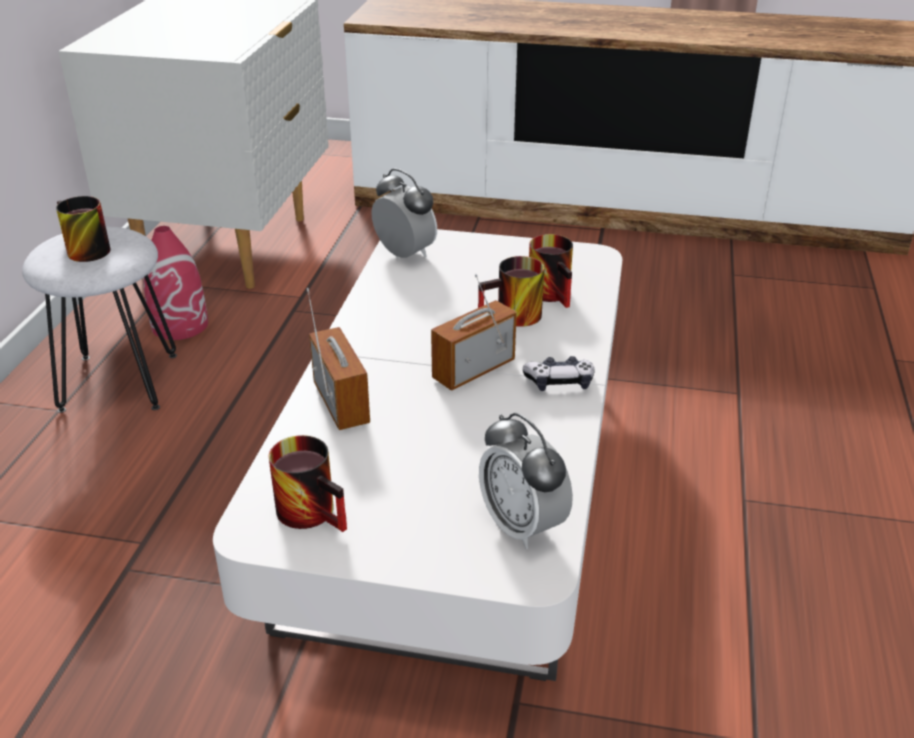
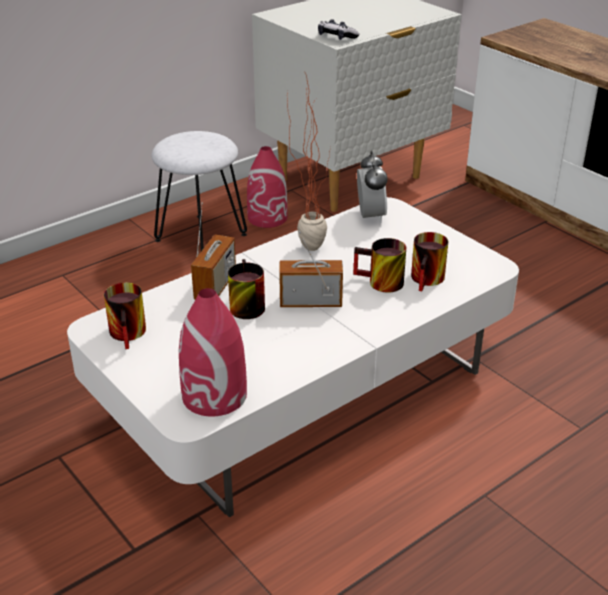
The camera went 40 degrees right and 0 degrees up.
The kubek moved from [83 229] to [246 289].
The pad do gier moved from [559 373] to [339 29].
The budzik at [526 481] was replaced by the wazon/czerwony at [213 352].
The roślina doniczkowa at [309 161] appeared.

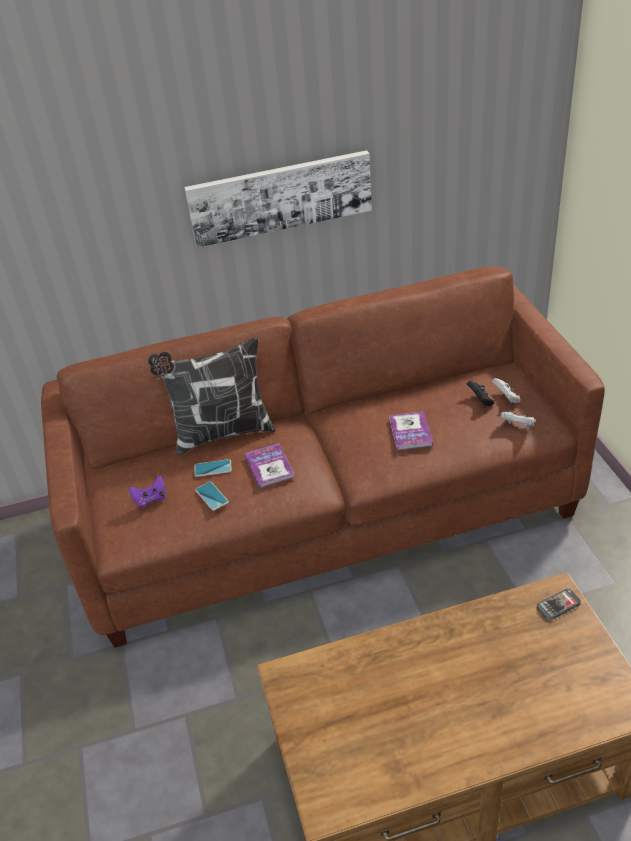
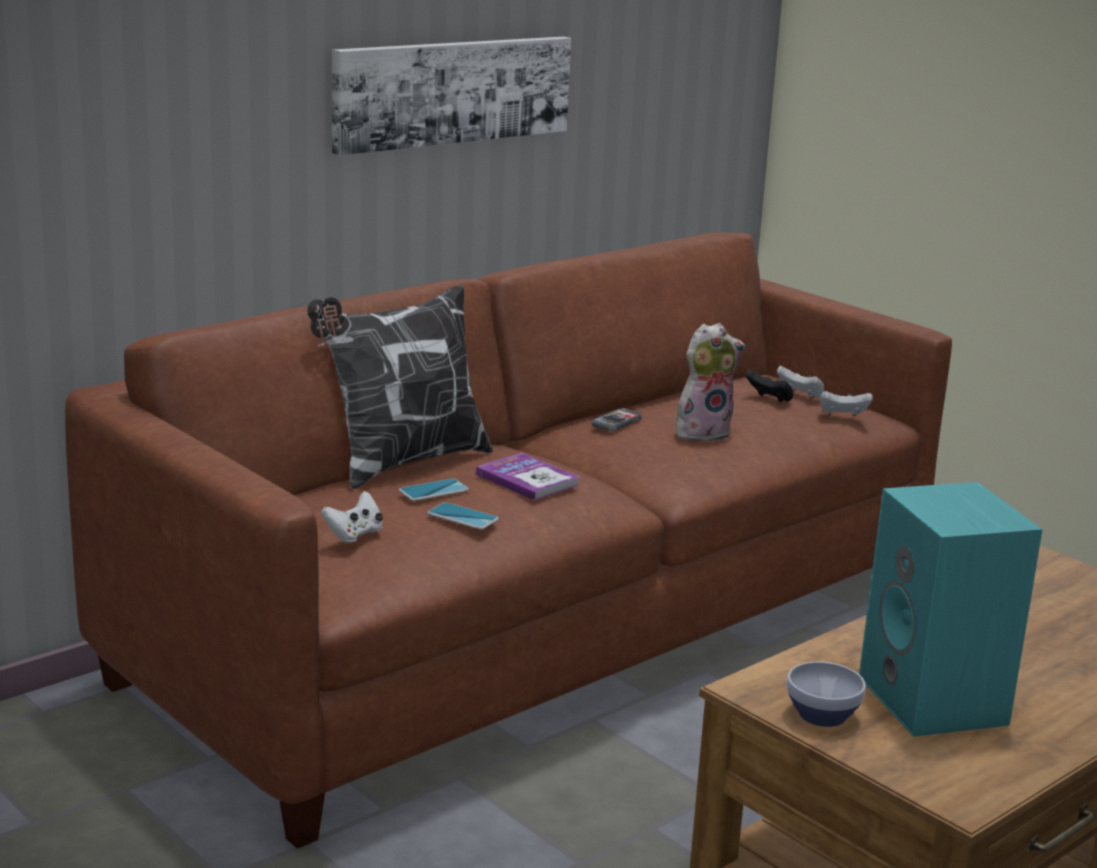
The camera went 30 degrees left and 20 degrees down.
The książka at [411 431] was replaced by the pluszak at [710 382].
The pad do gier/fioletowy at [147 492] became the pad do gier/biały at [352 517].
The telefon moved from [558 605] to [616 419].
The głośnik/turkusowy at [951 609] appeared.
The miska at [826 694] appeared.

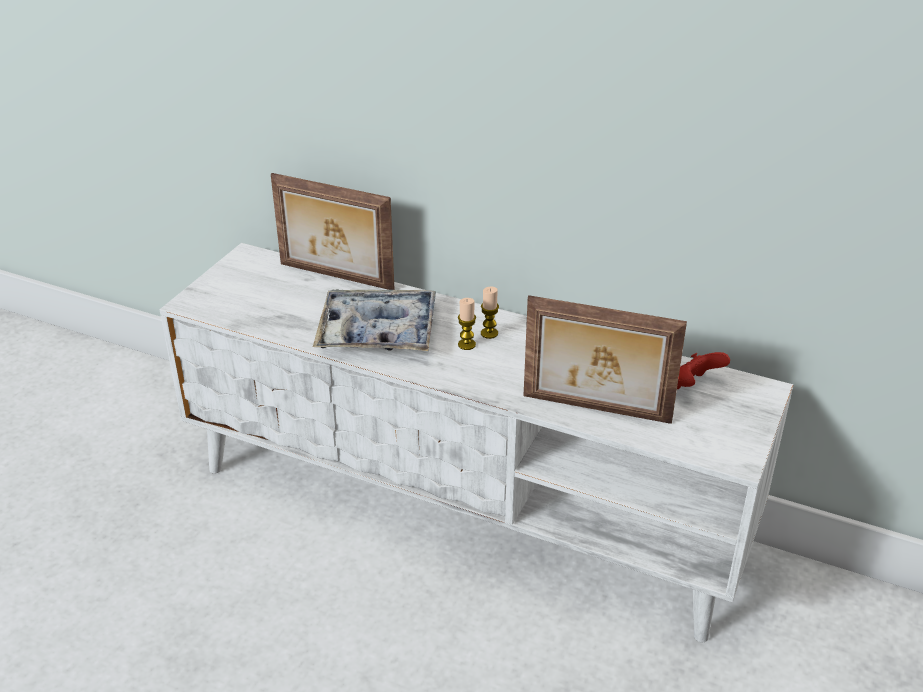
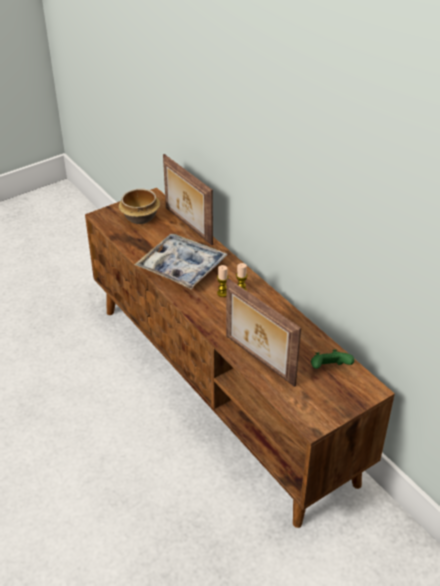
The camera went 30 degrees right and 5 degrees up.
The szafka pod telewizor/biały at [476 442] became the szafka pod telewizor/brązowy at [240 358].
The pad do gier/czerwony at [703 370] became the pad do gier/zielony at [332 359].
The miska at [139 206] appeared.

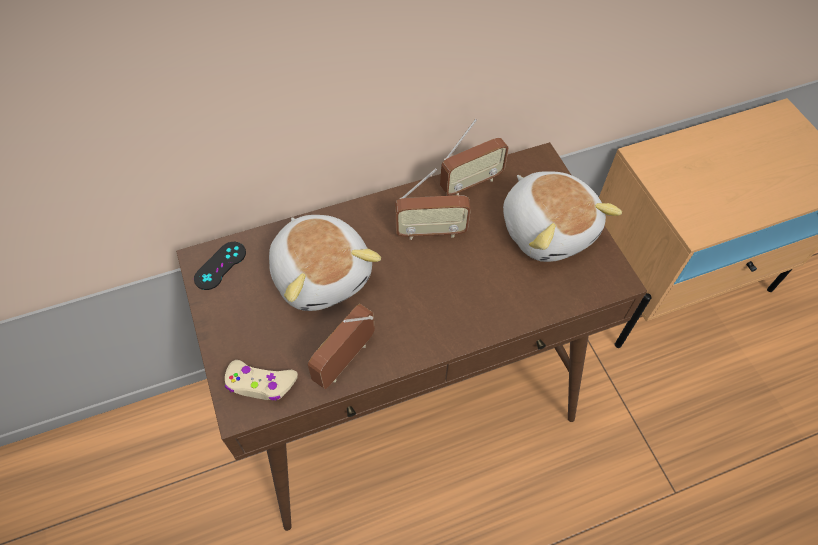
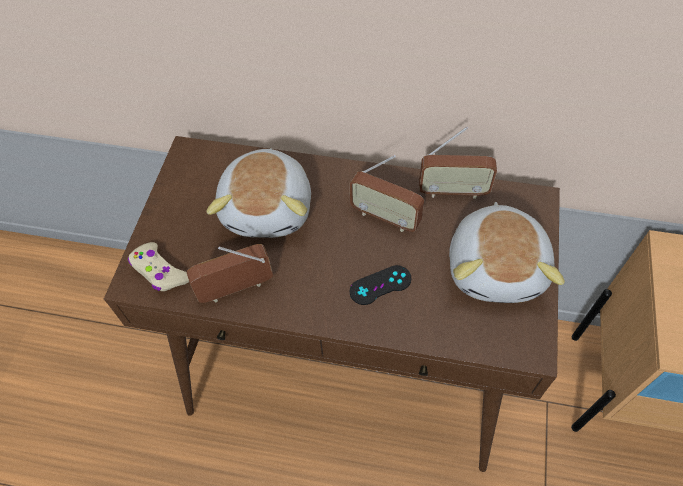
The camera went 35 degrees right and 0 degrees up.
The pad do gier/czarny moved from [220 266] to [381 285].

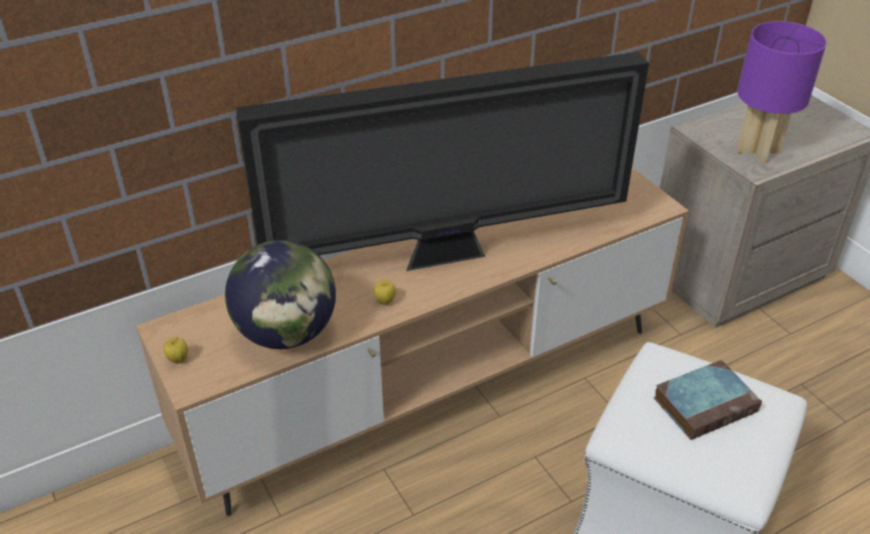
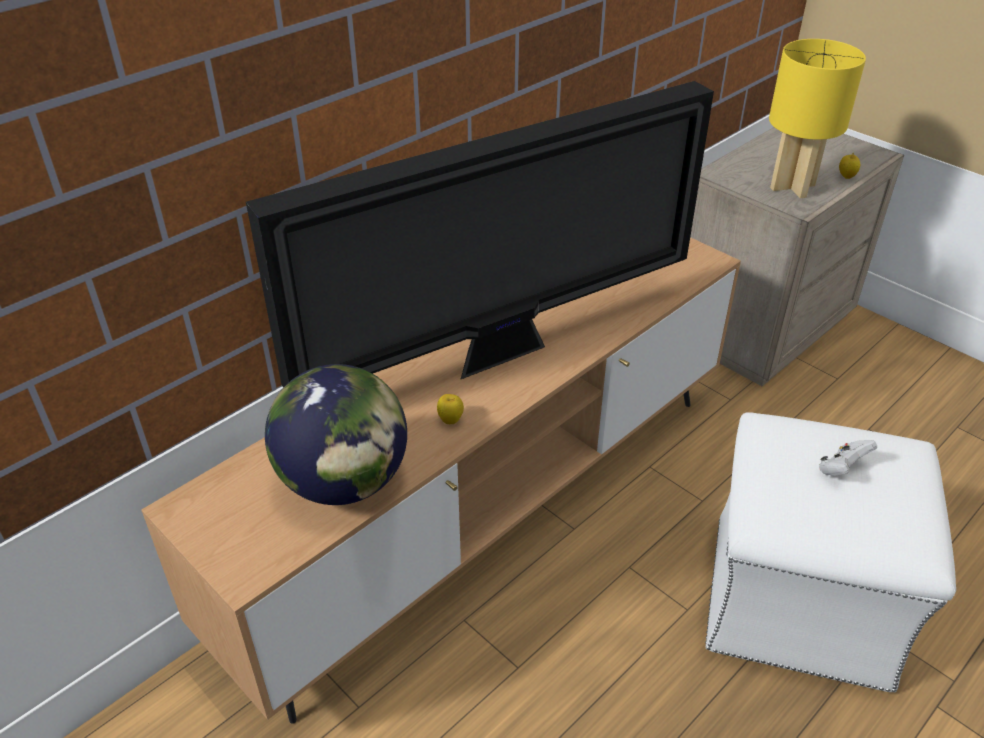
The camera went 15 degrees left and 0 degrees up.
The lampa stołowa/fioletowy at [782 92] became the lampa stołowa/żółty at [817 118].
The jabłko moved from [175 350] to [849 165].
The książka at [707 400] was replaced by the pad do gier/biały at [848 458].

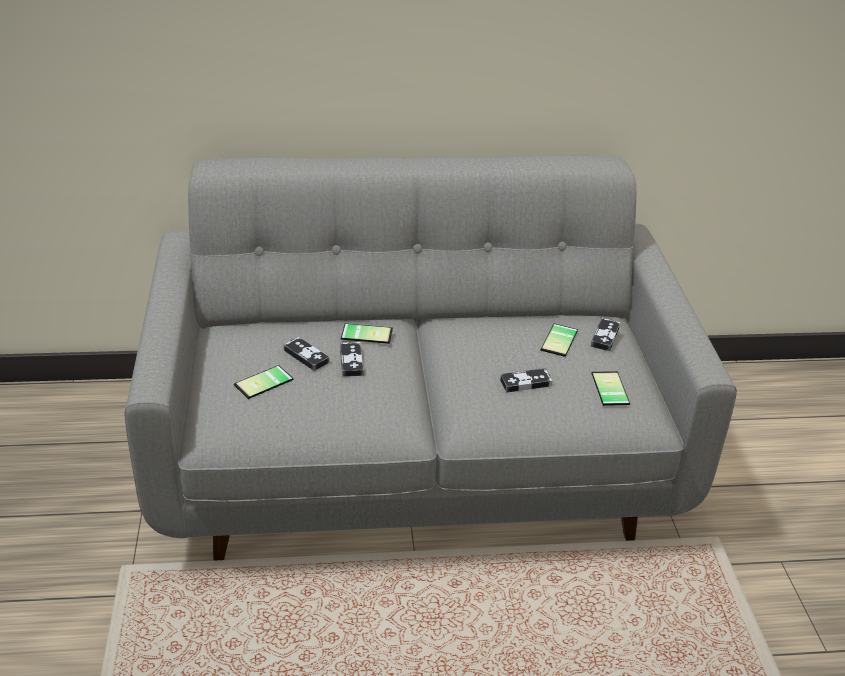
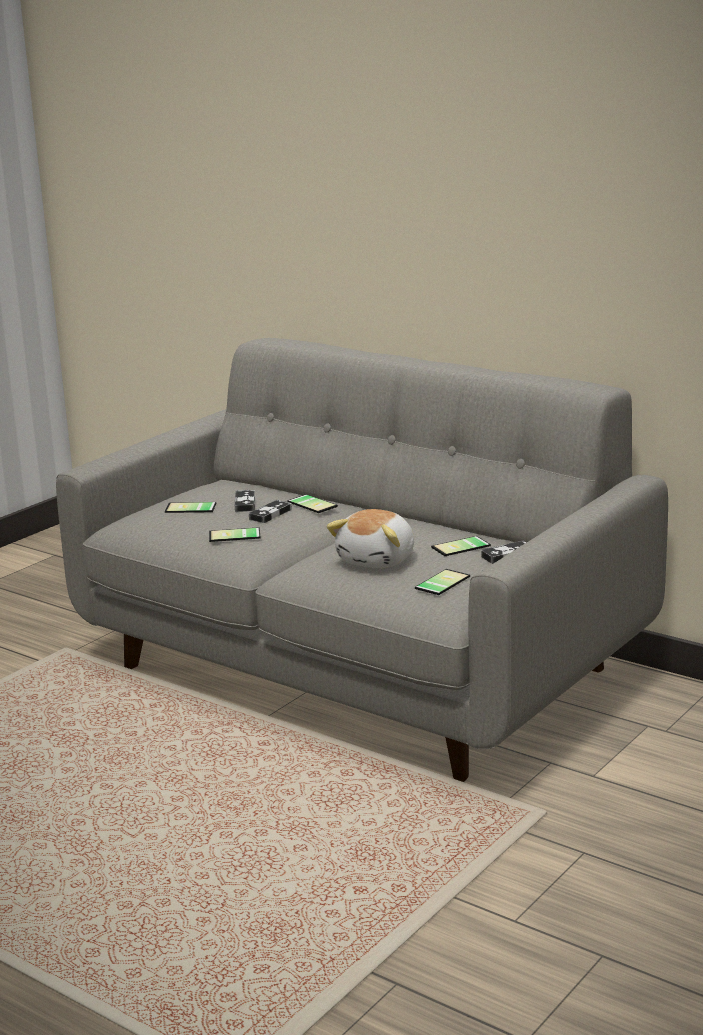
The camera went 45 degrees right and 15 degrees down.
The pad do gier at [526 380] was replaced by the pluszak at [370 538].
The telefon at [235 534] appeared.

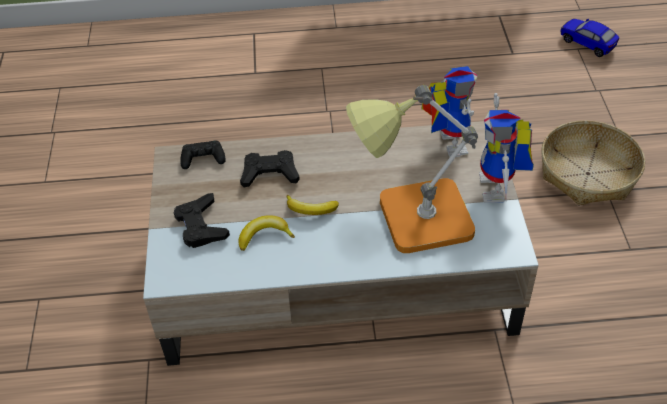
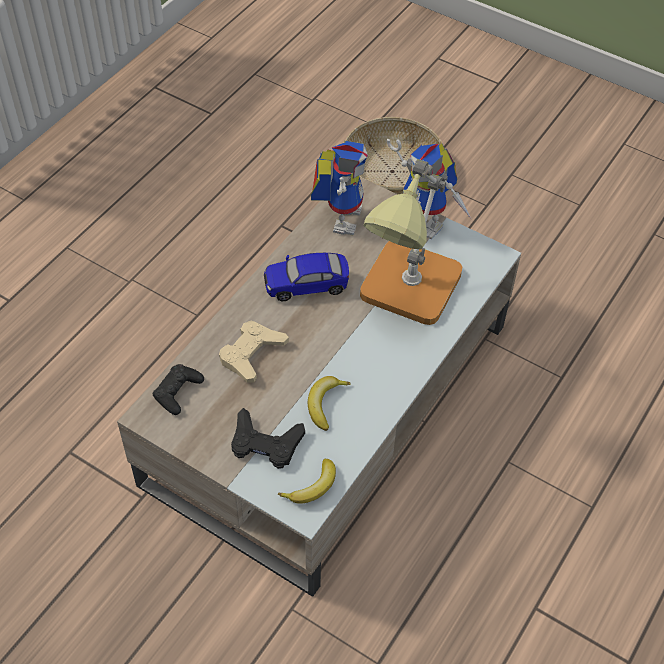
The camera went 55 degrees left and 5 degrees up.
The samochodzik moved from [589 37] to [306 277].
The robot zabawkowy at [450 111] turned 75 degrees clockwise.
The pad do gier/czarny at [270 169] became the pad do gier/beżowy at [254 352].
The banan moved from [313 205] to [307 481].

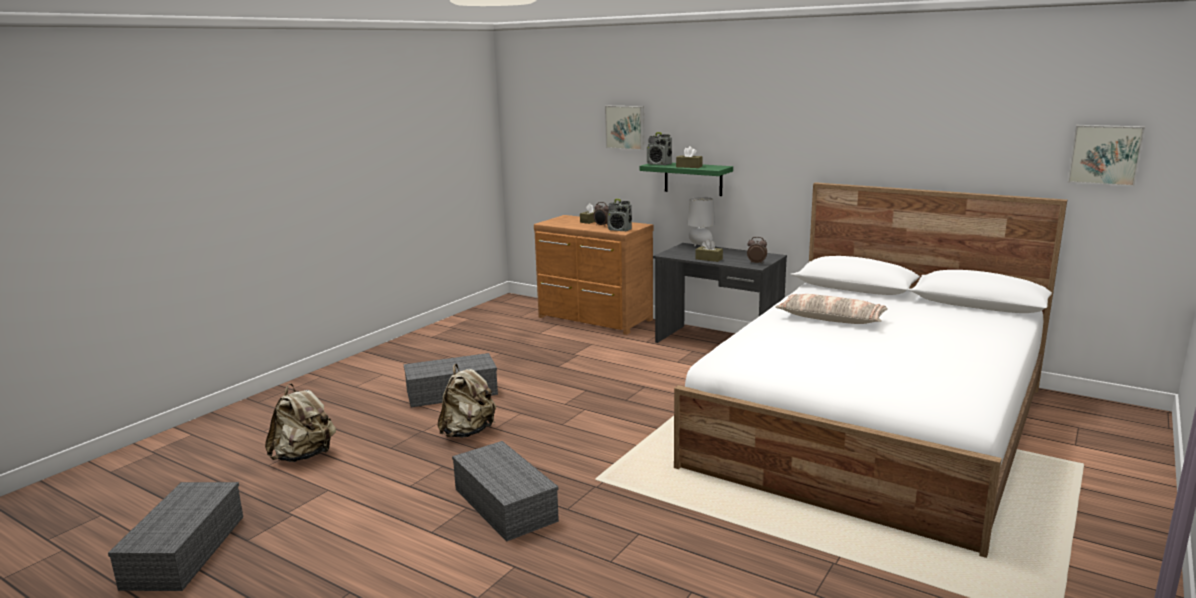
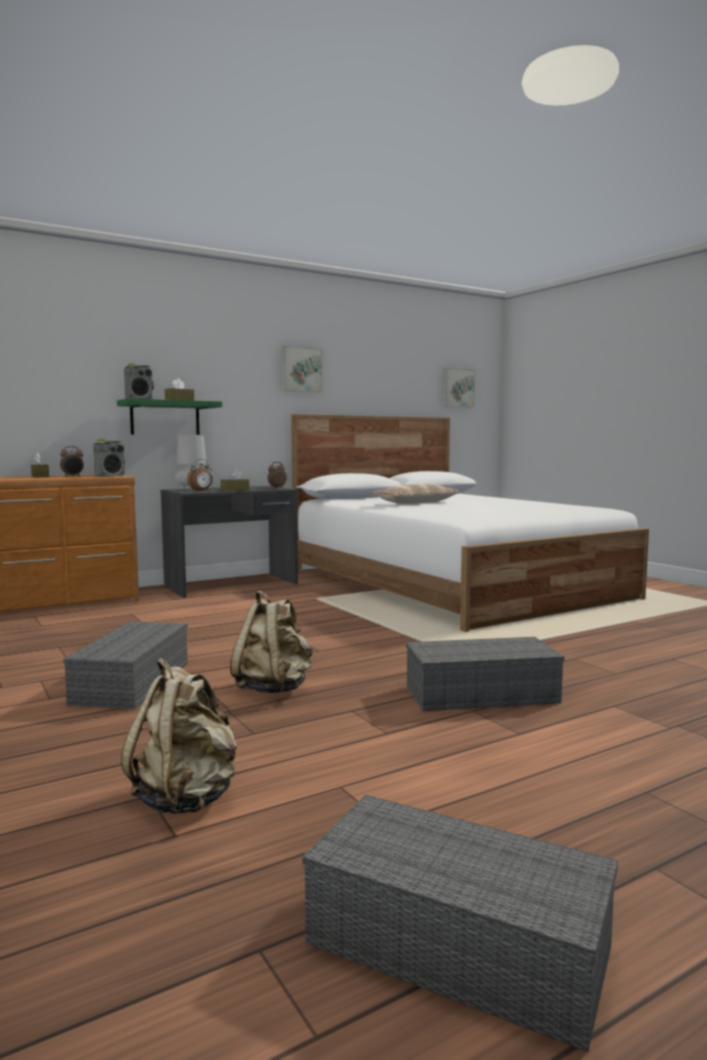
The camera went 65 degrees left and 10 degrees down.
The obraz moved from [624 128] to [301 369].
The budzik at [200 475] appeared.

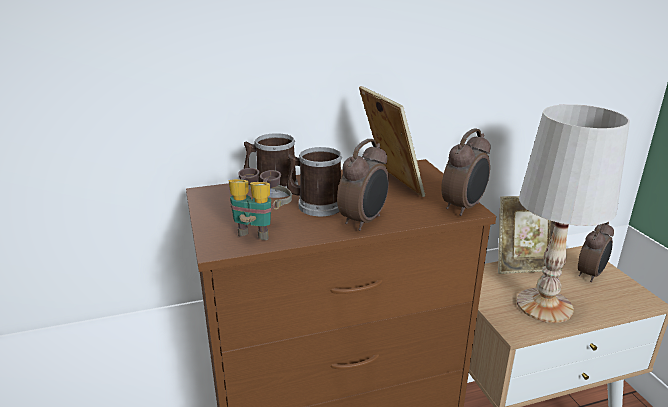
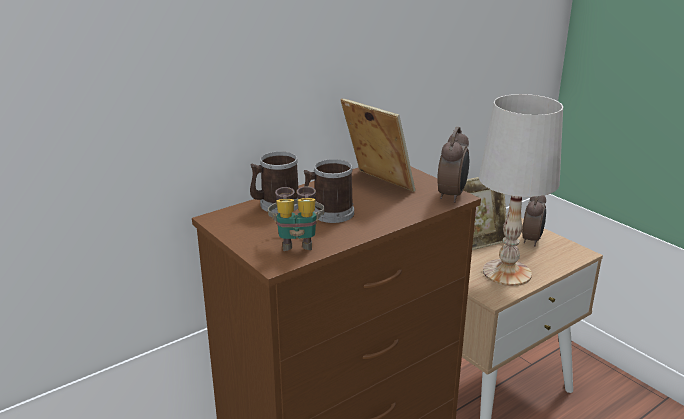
The camera went 20 degrees left and 0 degrees up.
The budzik at [363 185] disappeared.

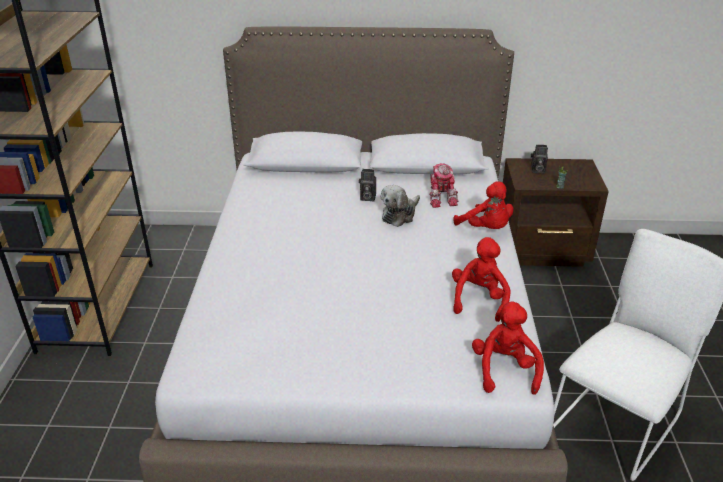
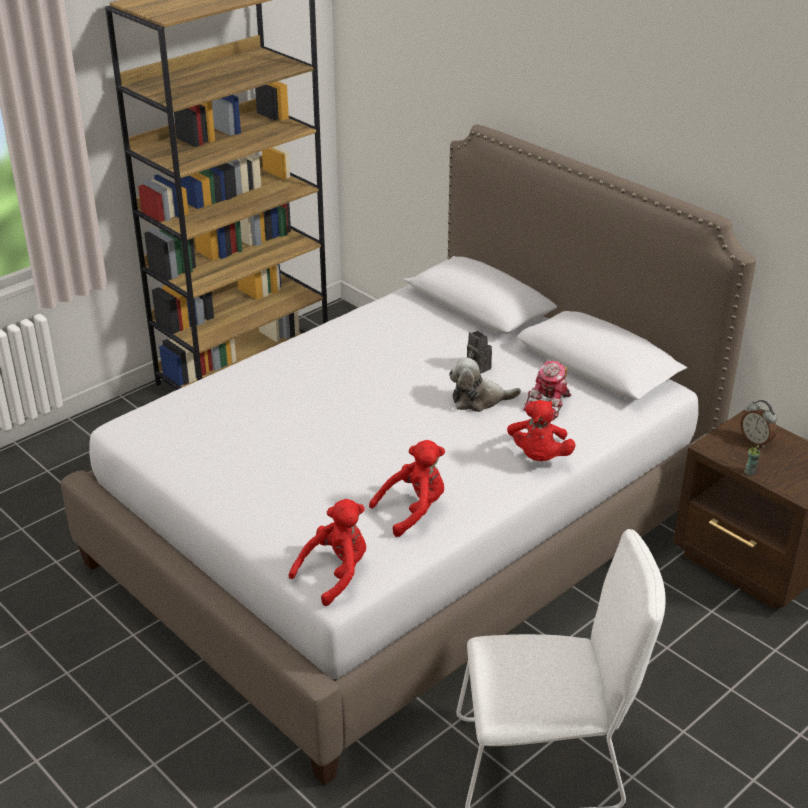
The camera went 45 degrees right and 0 degrees up.
The aparat fotograficzny at [539 159] was replaced by the budzik at [758 424].

